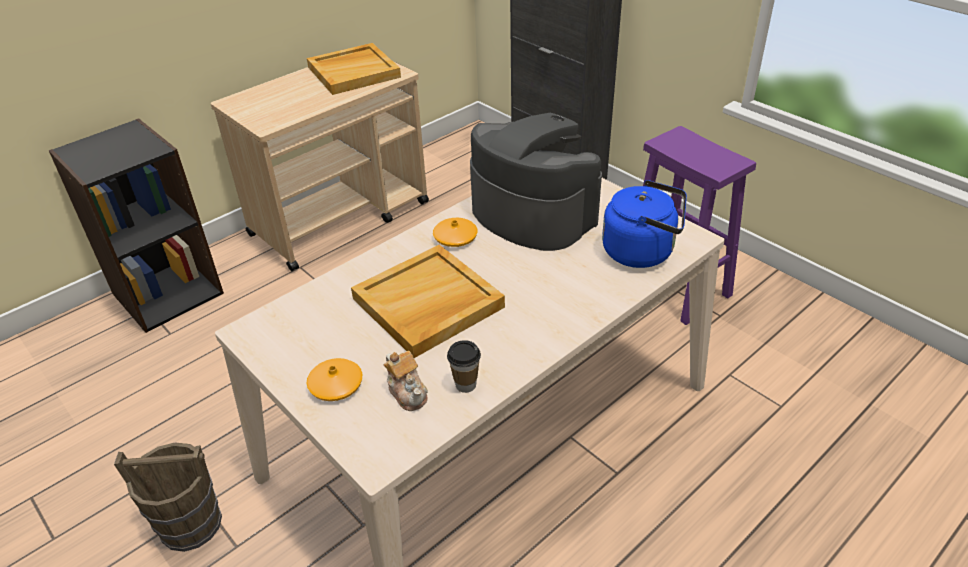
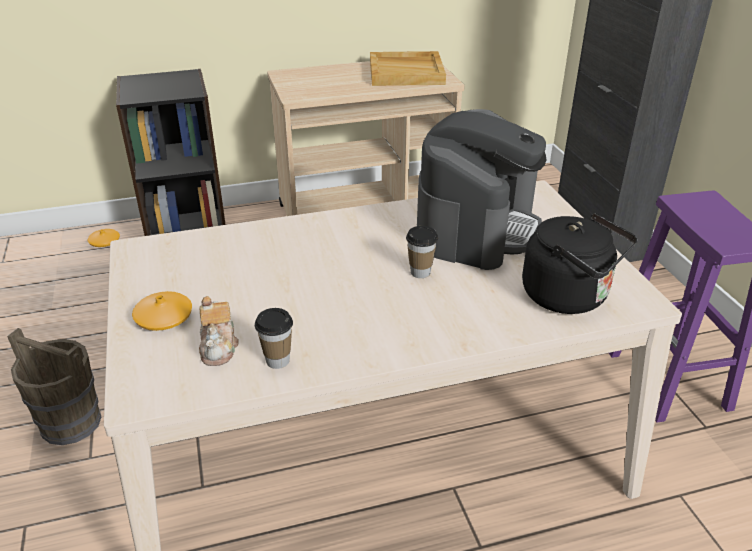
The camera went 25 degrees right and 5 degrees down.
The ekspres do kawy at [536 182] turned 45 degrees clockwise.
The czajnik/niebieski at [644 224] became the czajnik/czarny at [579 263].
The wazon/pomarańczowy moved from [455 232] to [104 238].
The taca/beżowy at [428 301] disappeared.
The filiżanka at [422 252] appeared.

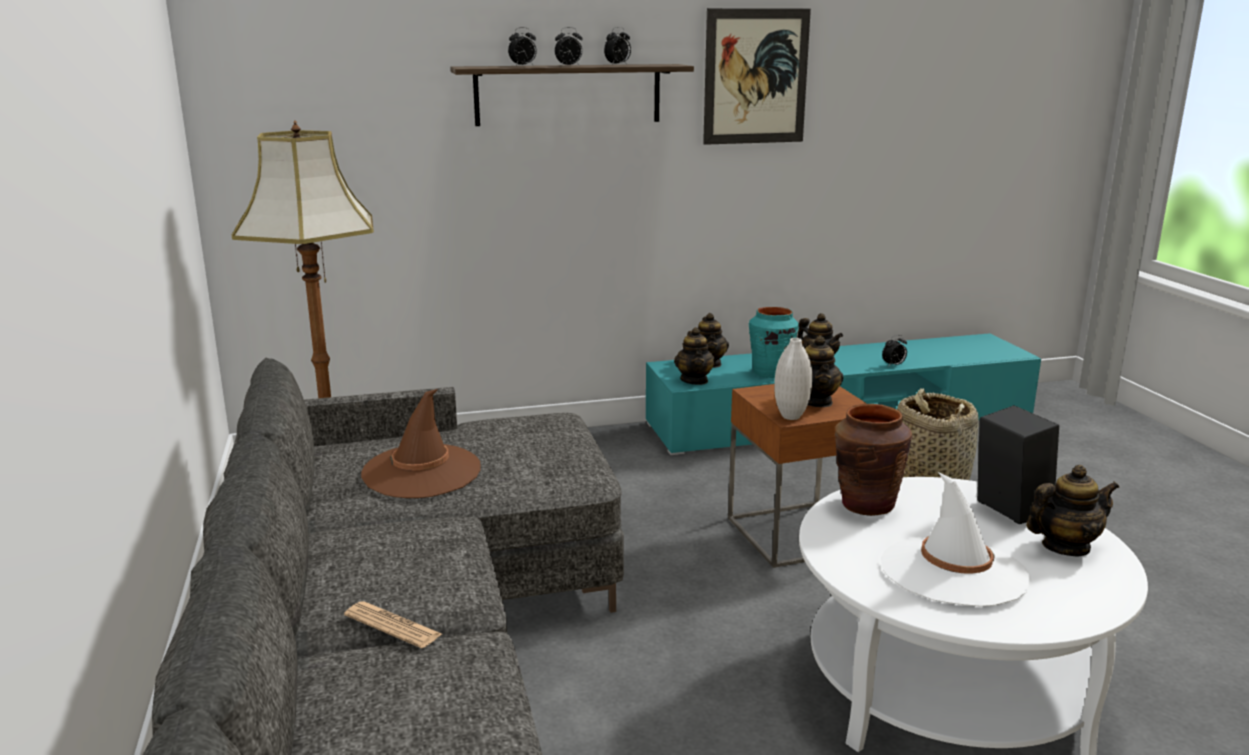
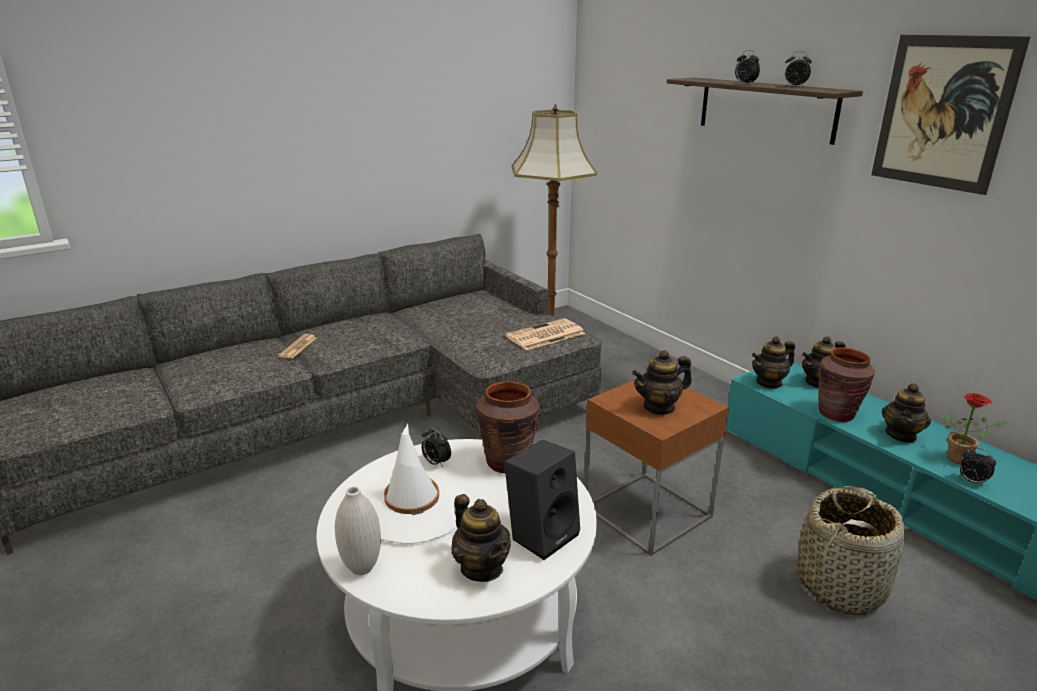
The camera went 70 degrees right and 5 degrees up.
The budzik moved from [522 46] to [436 447].
The wazon/turkusowy at [773 342] became the wazon/brązowy at [846 384].
The wazon/biały moved from [793 379] to [358 530].
The kapelusz/brązowy at [421 443] disappeared.
The gazeta at [545 334] appeared.
The roślina doniczkowa at [975 428] appeared.

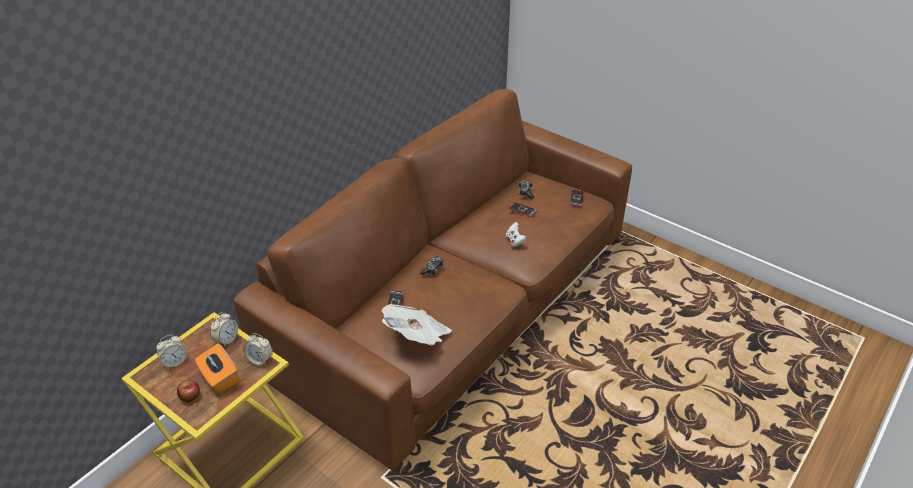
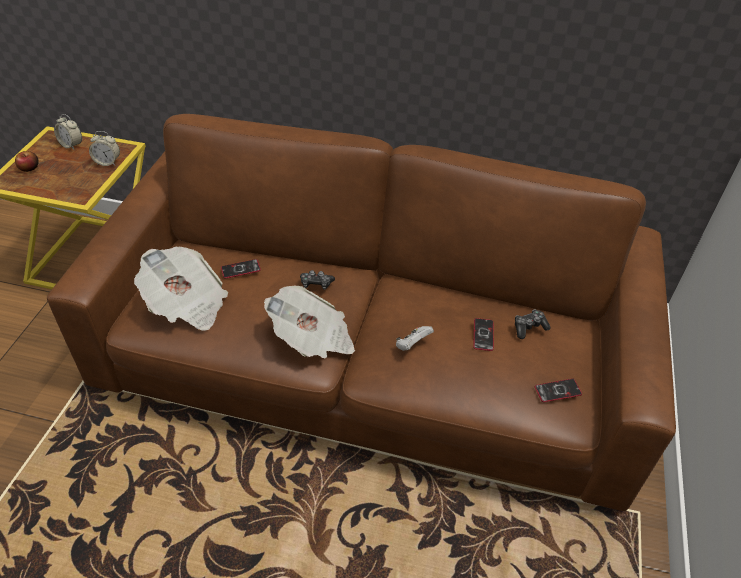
The camera went 65 degrees right and 5 degrees up.
The budzik at [258 349] disappeared.
The pudełko chusteczek/pomarańczowy at [216 368] disappeared.
The gazeta at [309 321] appeared.

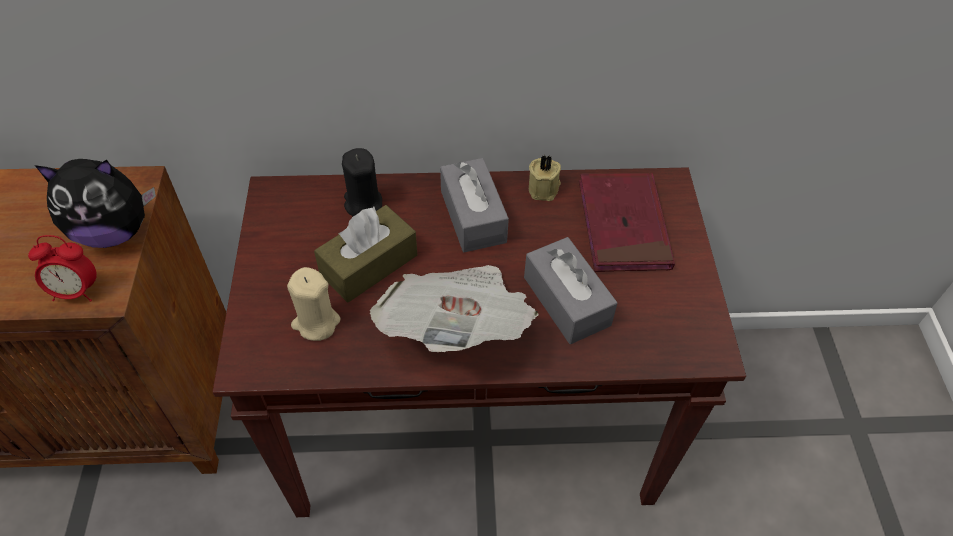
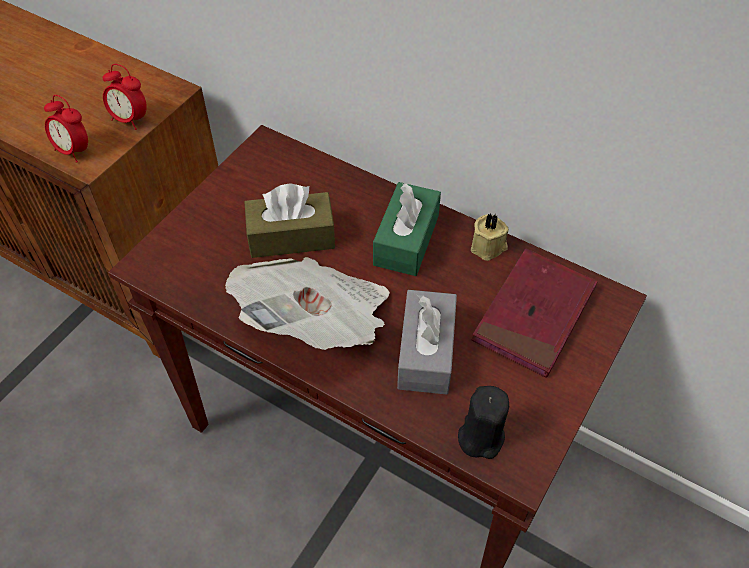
The camera went 35 degrees right and 0 degrees up.
The świeca/czarny moved from [362 182] to [483 422].
The pudełko chusteczek/szary at [474 205] became the pudełko chusteczek/zielony at [407 229].
The pluszak at [95 203] was replaced by the budzik at [125 97].
The świeca/beżowy at [314 304] disappeared.

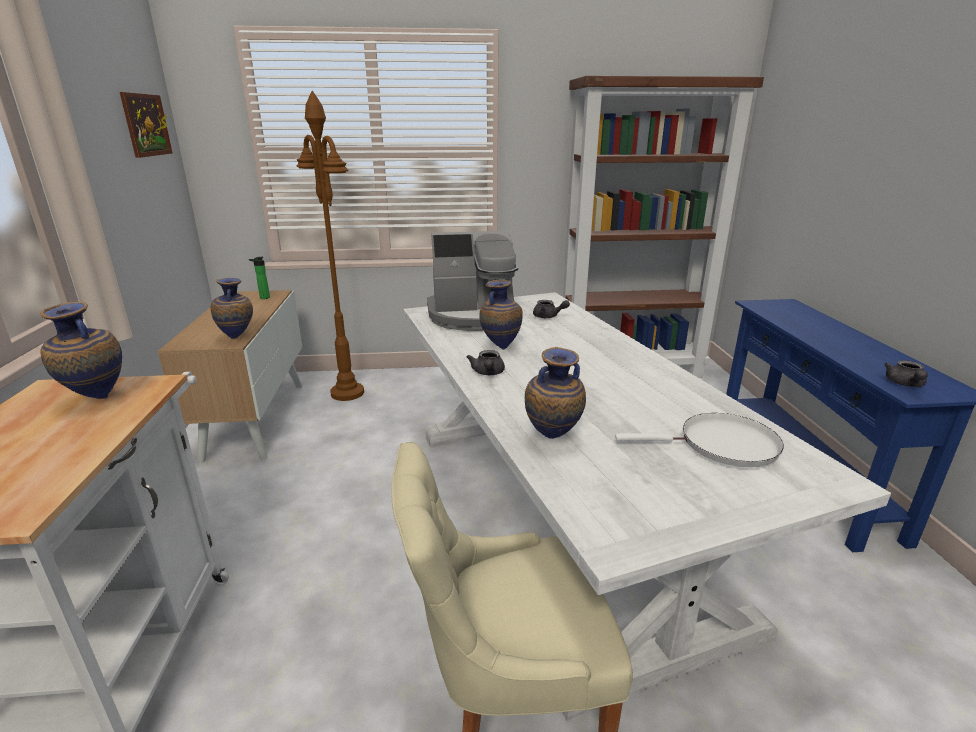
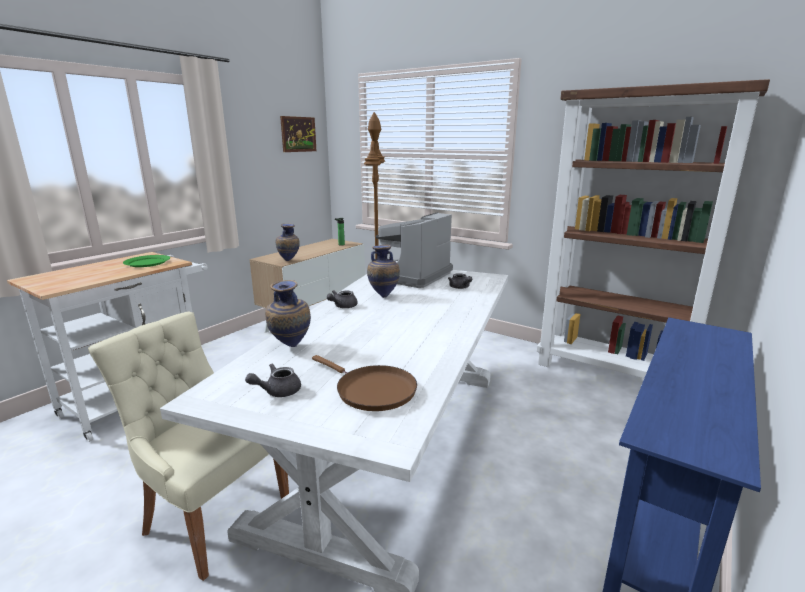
The camera went 40 degrees right and 5 degrees down.
The ekspres do kawy at [472 281] turned 90 degrees clockwise.
The wazon at [81 350] was replaced by the talerz/zielony at [146 261].
The imbryk/szary moved from [906 373] to [273 380].
The patelnia/biały at [699 440] became the patelnia/brązowy at [364 383].

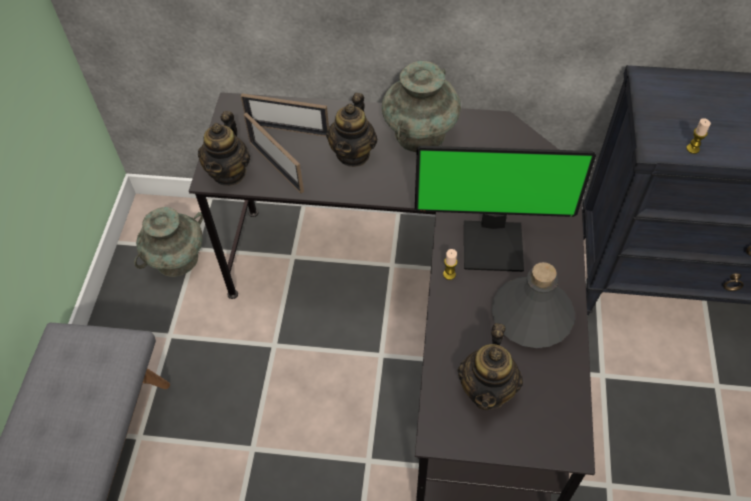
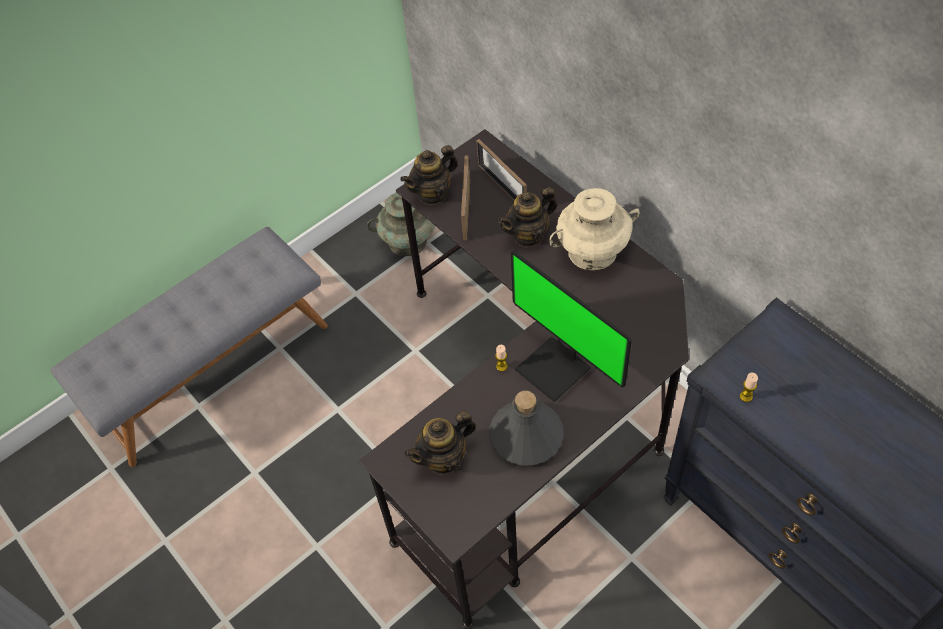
The camera went 45 degrees right and 0 degrees up.
The wazon/turkusowy at [421 106] became the wazon/beżowy at [594 229].

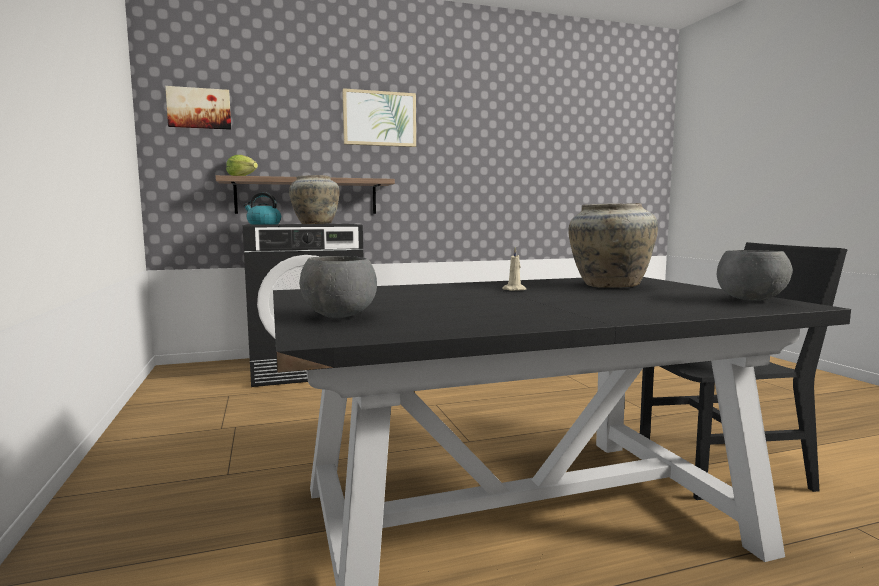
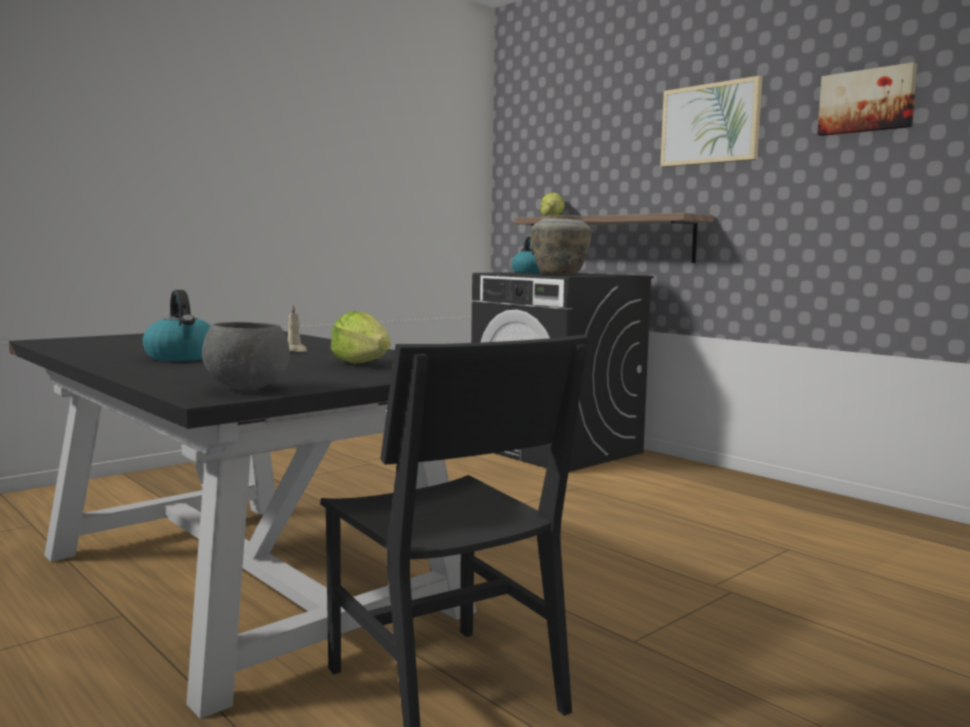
The camera went 65 degrees right and 0 degrees up.
The obraz moved from [198 108] to [867 99].
The wazon/beżowy at [613 245] was replaced by the sałata at [361 337].
The miska/szary at [338 287] disappeared.
The czajnik at [177 325] appeared.

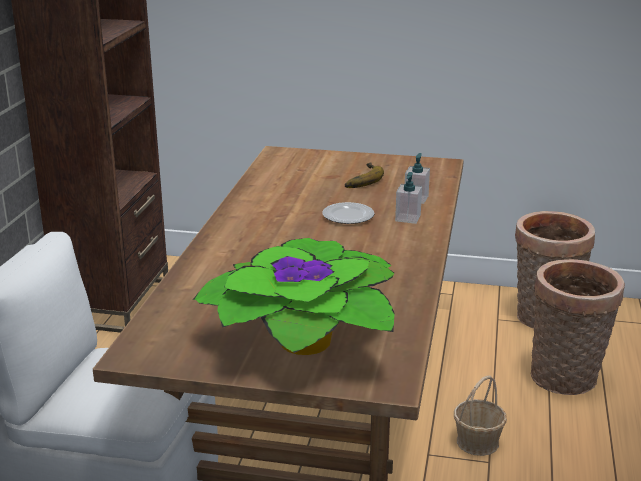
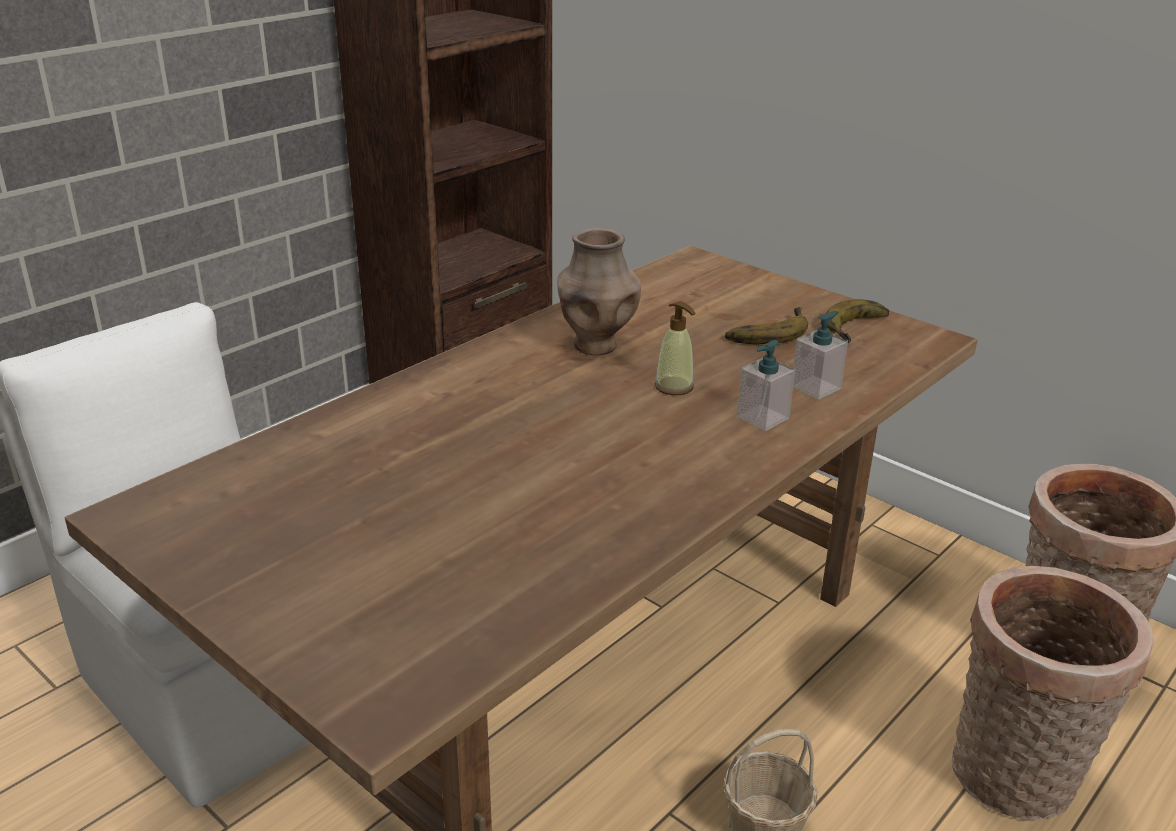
The camera went 30 degrees right and 5 degrees up.
The talerz at [348 213] was replaced by the dozownik mydła at [675 348].
The roślina doniczkowa at [294 296] disappeared.
The wazon/brązowy at [599 291] appeared.
The banan at [857 321] appeared.

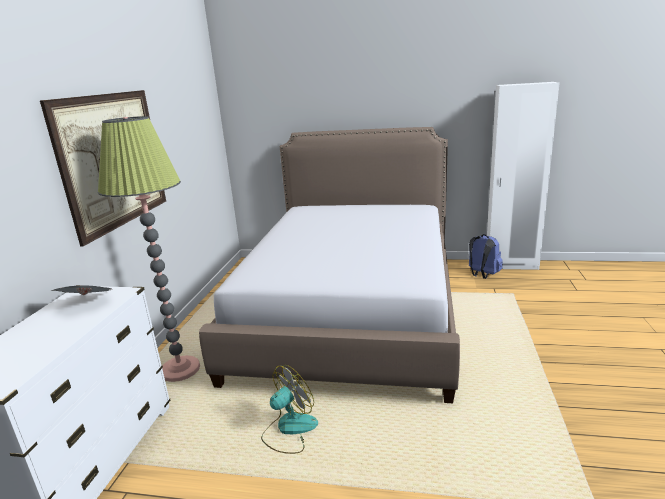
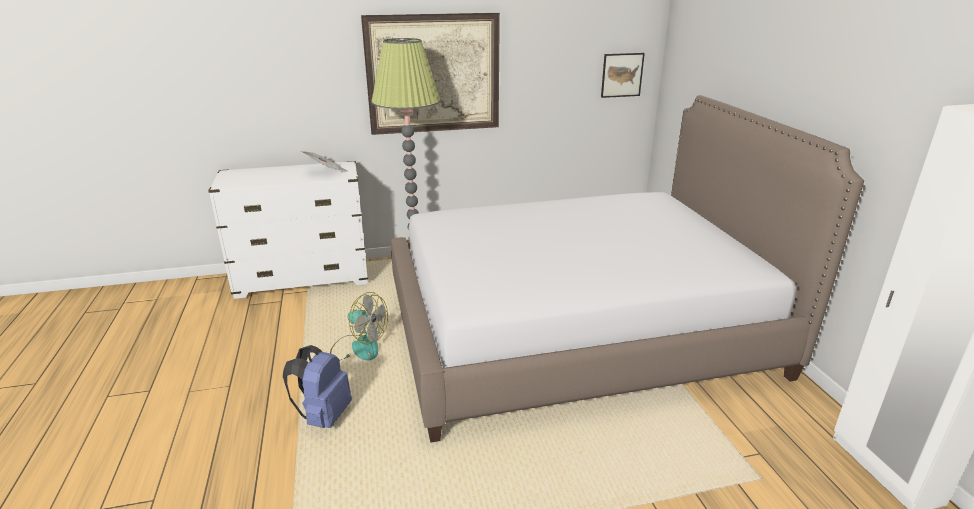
The camera went 65 degrees right and 5 degrees up.
The plecak/niebieski moved from [486 256] to [317 386].
The obraz at [623 75] appeared.

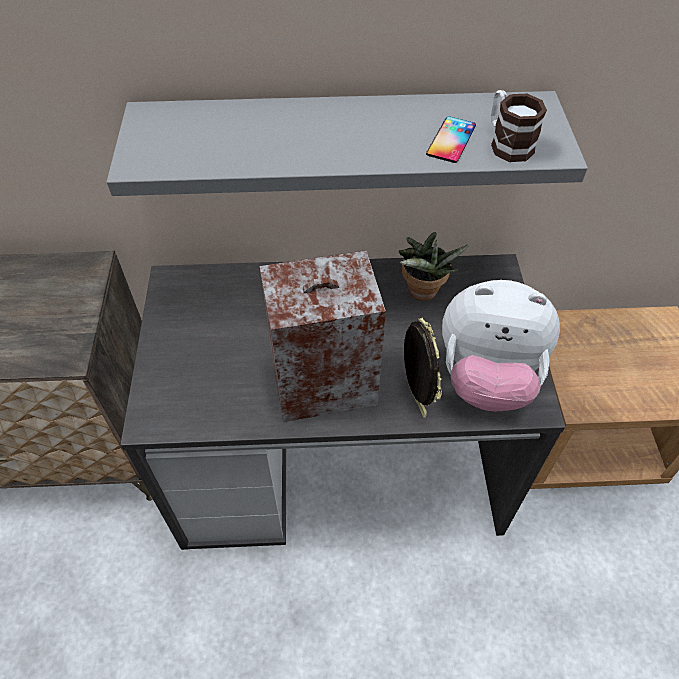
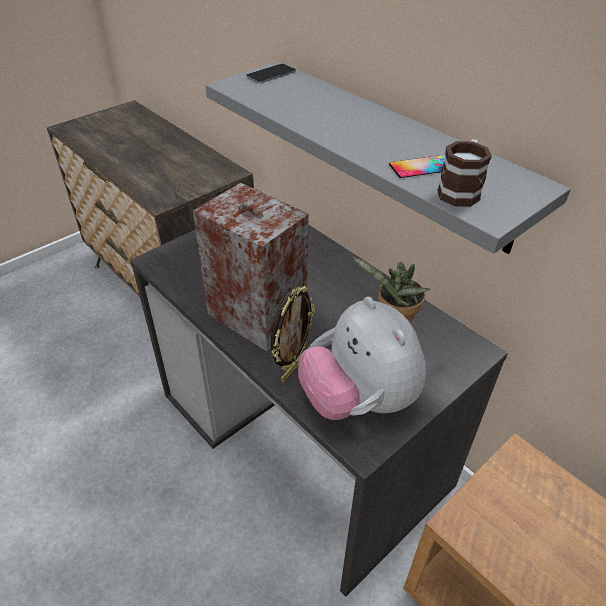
The camera went 50 degrees right and 10 degrees down.
The telefon at [271 73] appeared.

